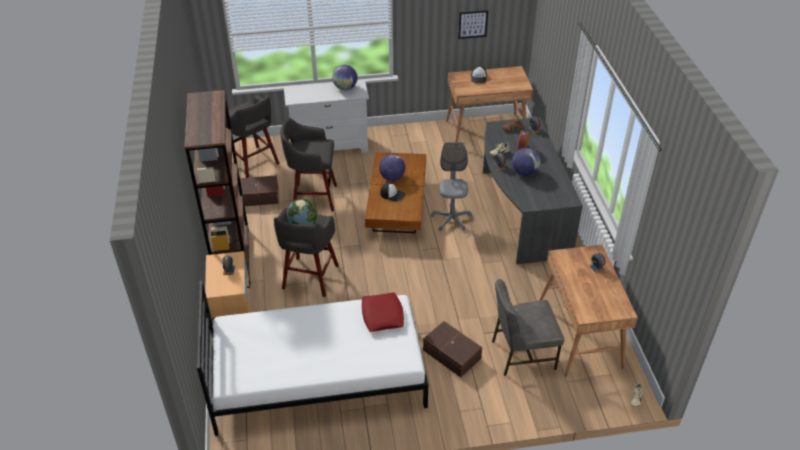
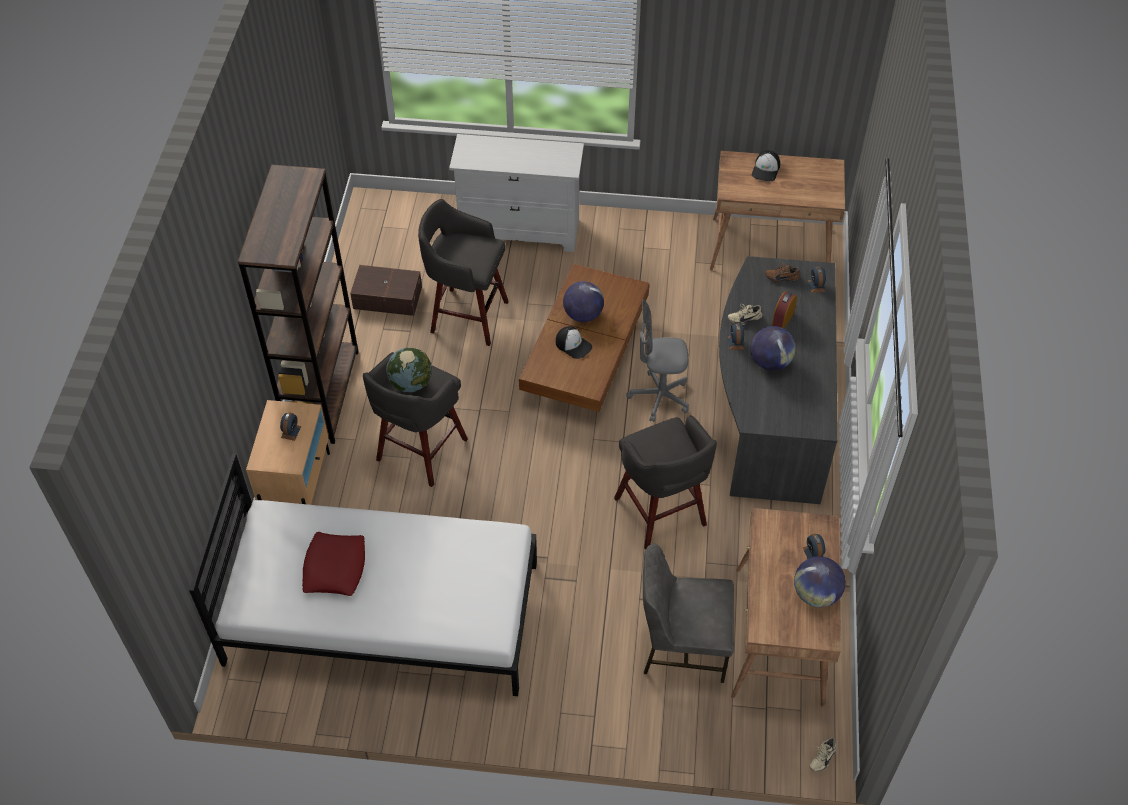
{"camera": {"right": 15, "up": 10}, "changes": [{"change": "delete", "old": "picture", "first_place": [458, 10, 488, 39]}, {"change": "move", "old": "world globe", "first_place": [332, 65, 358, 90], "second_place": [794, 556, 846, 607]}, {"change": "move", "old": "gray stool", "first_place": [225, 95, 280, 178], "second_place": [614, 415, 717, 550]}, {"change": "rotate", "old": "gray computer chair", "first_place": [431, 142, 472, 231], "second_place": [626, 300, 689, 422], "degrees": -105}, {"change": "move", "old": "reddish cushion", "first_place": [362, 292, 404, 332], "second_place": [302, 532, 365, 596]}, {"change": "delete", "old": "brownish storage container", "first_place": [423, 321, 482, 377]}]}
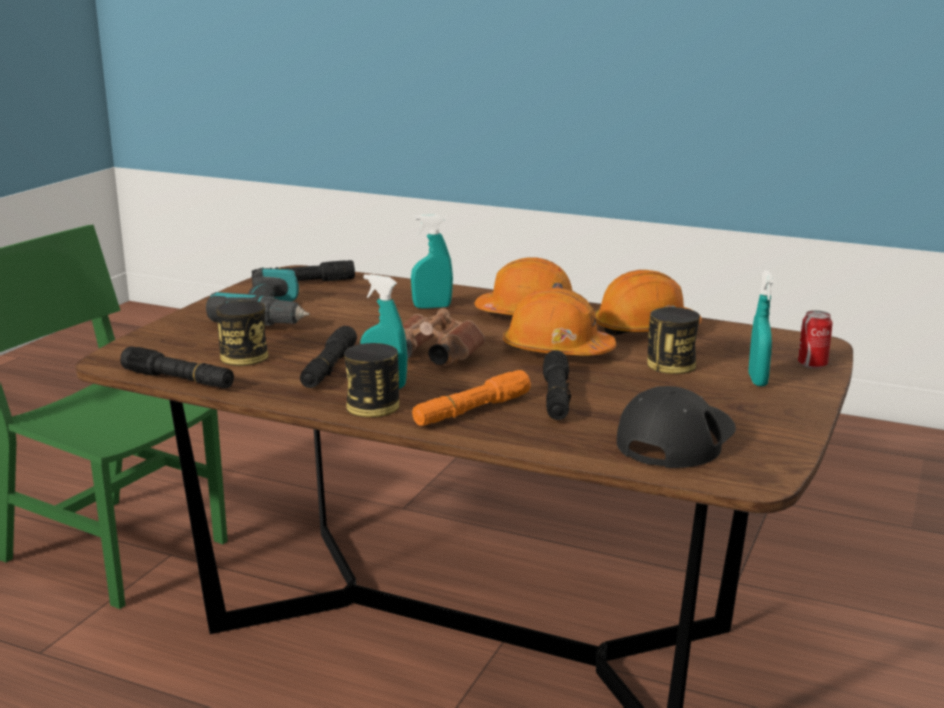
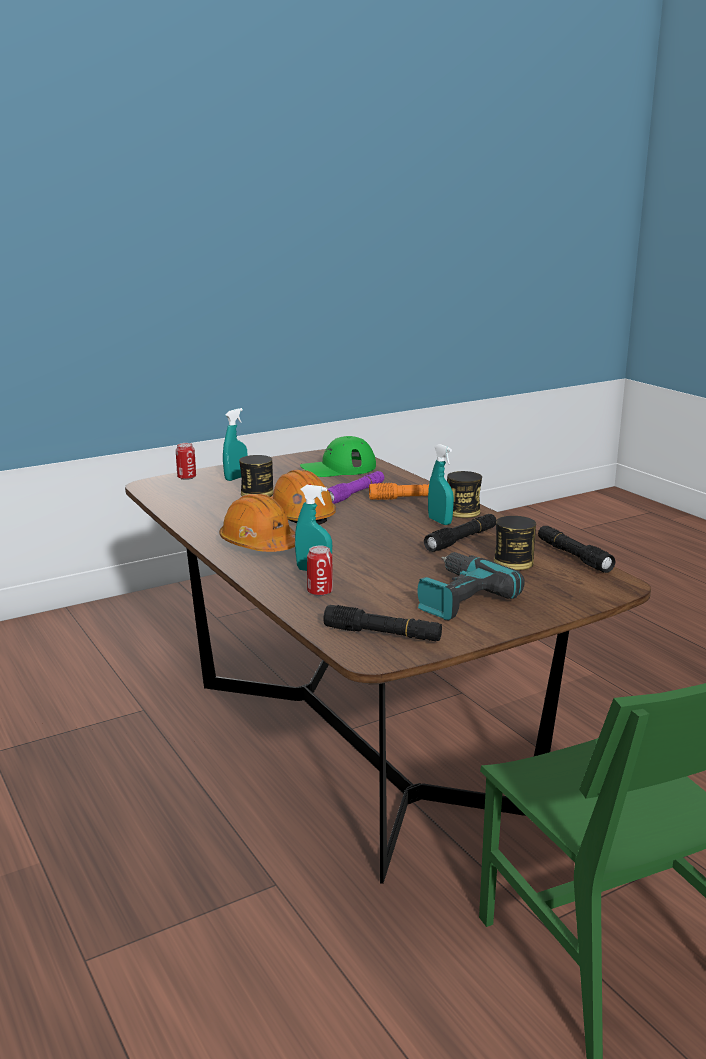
{"camera": {"right": -145, "up": 0}, "changes": [{"change": "delete", "old": "orange safety helmet", "first_place": [595, 270, 702, 335]}, {"change": "delete", "old": "brownish field glasses", "first_place": [402, 308, 485, 366]}, {"change": "recolor", "old": "black-coloured hand torch", "new": "purplish hand torch", "first_place": [543, 350, 571, 420], "second_place": [328, 471, 384, 504]}, {"change": "recolor", "old": "black-coloured baseball cap", "new": "greenish baseball cap", "first_place": [617, 386, 736, 468], "second_place": [300, 436, 376, 477]}, {"change": "insert", "new": "can", "second_place": [307, 546, 333, 596]}]}
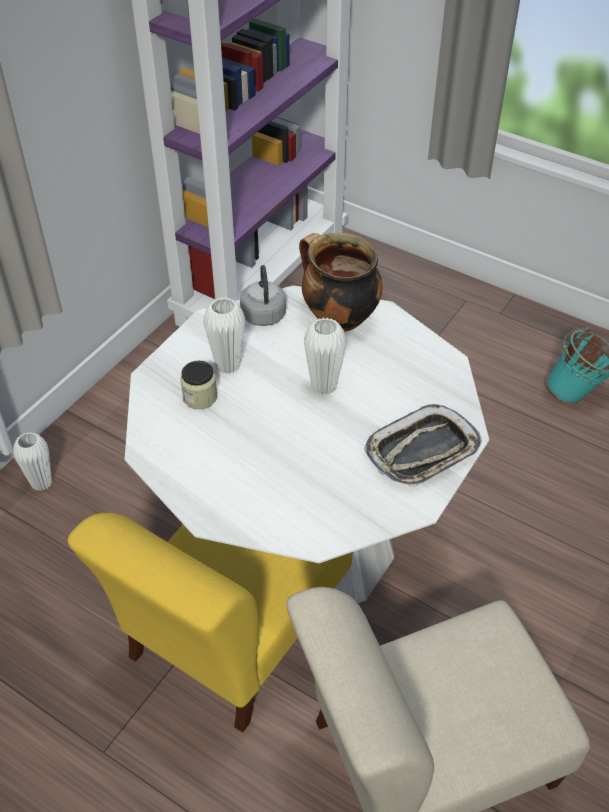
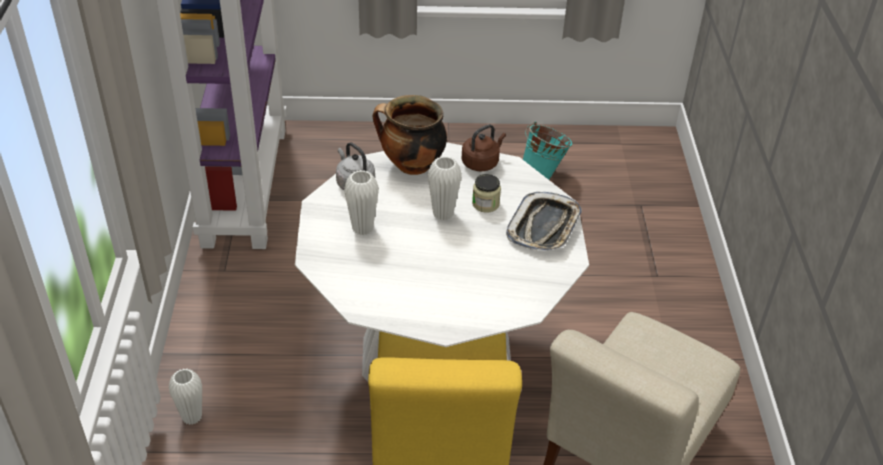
{"camera": {"right": -35, "up": -5}, "changes": [{"change": "move", "old": "jar", "first_place": [180, 361, 218, 409], "second_place": [472, 174, 501, 213]}, {"change": "insert", "new": "brownish tea kettle", "second_place": [461, 124, 506, 172]}]}
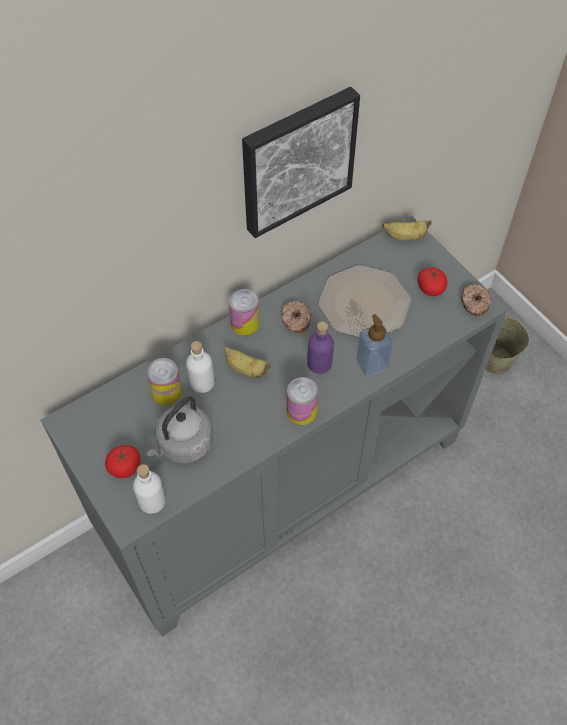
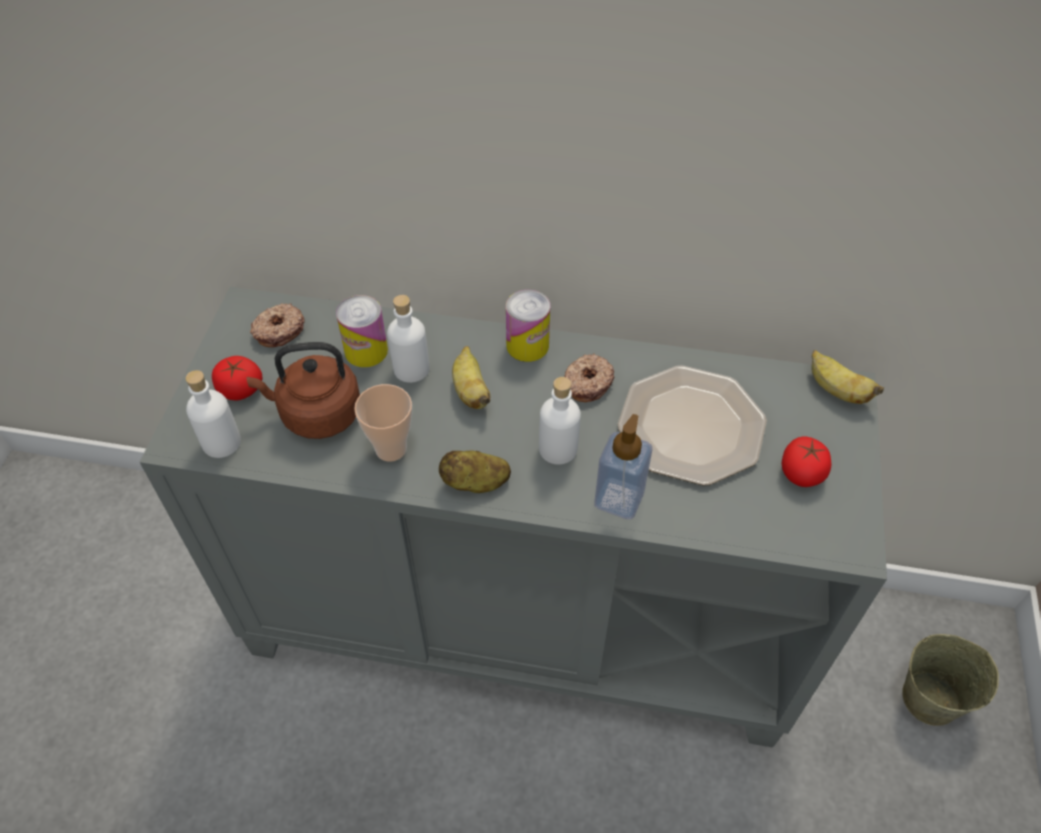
{"camera": {"right": 45, "up": -5}, "changes": [{"change": "delete", "old": "picture", "first_place": [242, 86, 360, 238]}, {"change": "move", "old": "doughnut", "first_place": [461, 284, 492, 316], "second_place": [250, 303, 305, 347]}, {"change": "recolor", "old": "purplish beverage bottle", "new": "whitish beverage bottle", "first_place": [307, 321, 334, 374], "second_place": [539, 377, 581, 465]}, {"change": "replace", "old": "can", "new": "whole potato", "first_place": [287, 377, 319, 425], "second_place": [439, 450, 511, 493]}, {"change": "recolor", "old": "gray tea kettle", "new": "brownish tea kettle", "first_place": [146, 396, 213, 463], "second_place": [246, 342, 360, 439]}, {"change": "insert", "new": "small cup", "second_place": [354, 384, 412, 462]}]}
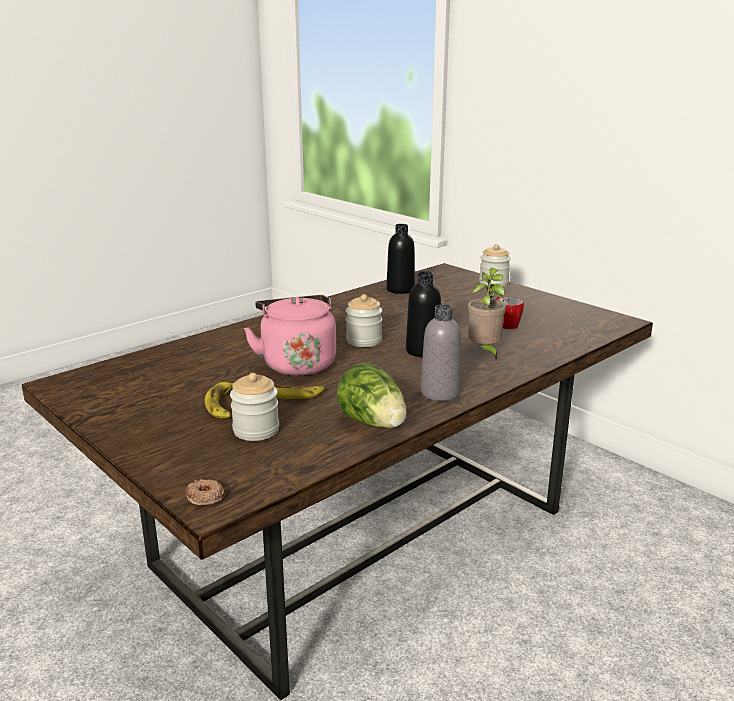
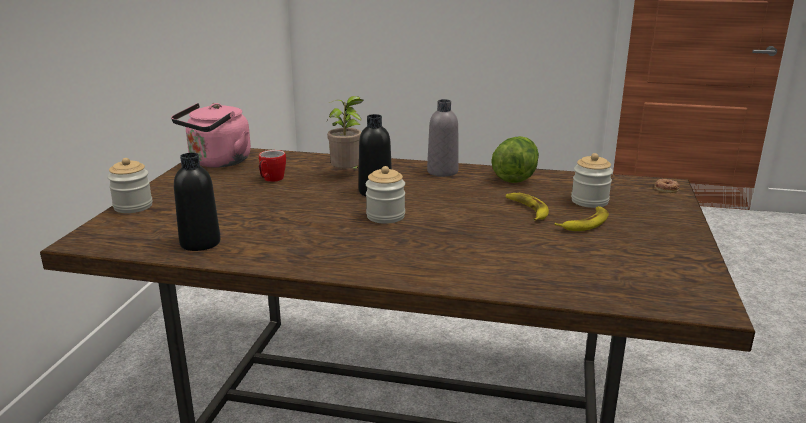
{"camera": {"right": -125, "up": 0}, "changes": [{"change": "move", "old": "pink tea kettle", "first_place": [244, 295, 336, 376], "second_place": [171, 103, 251, 168]}]}
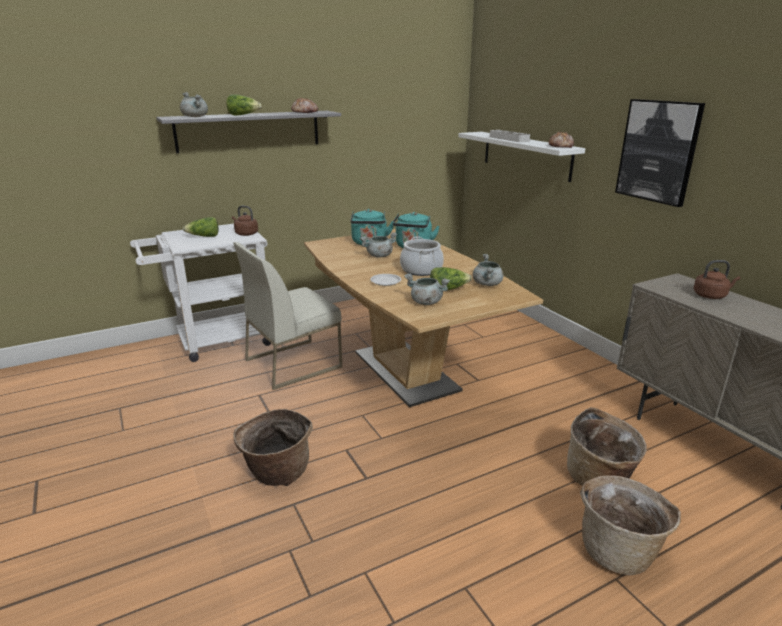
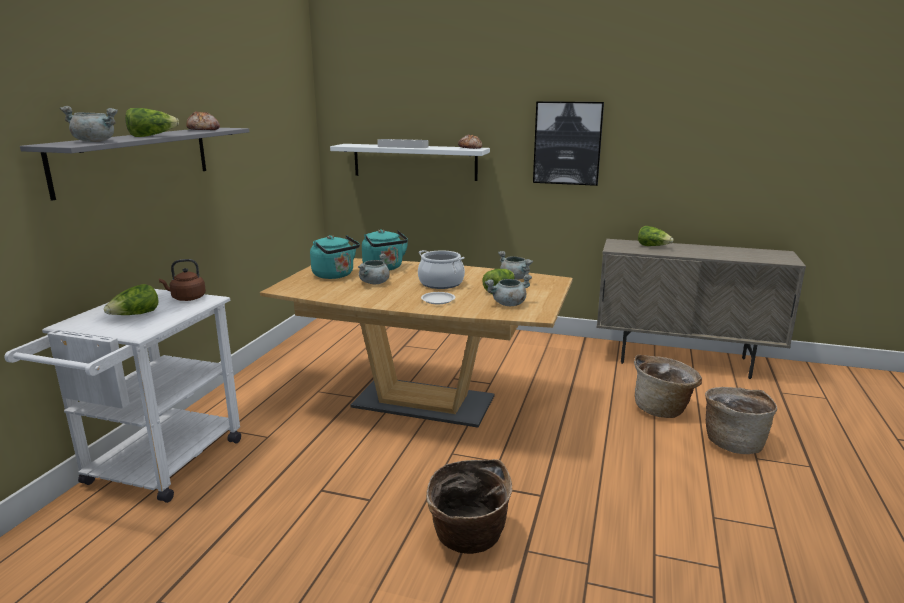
{"camera": {"right": -45, "up": -5}, "changes": [{"change": "delete", "old": "whitish upright chair", "first_place": [233, 242, 342, 390]}, {"change": "replace", "old": "brownish tea kettle", "new": "lettuce head", "first_place": [694, 260, 740, 299], "second_place": [638, 226, 674, 246]}]}
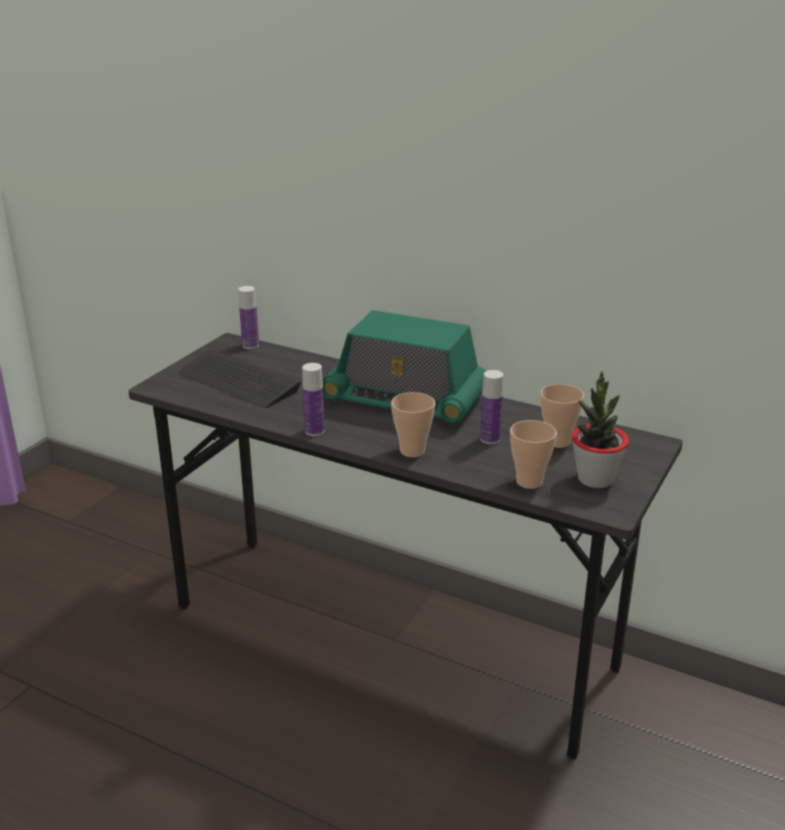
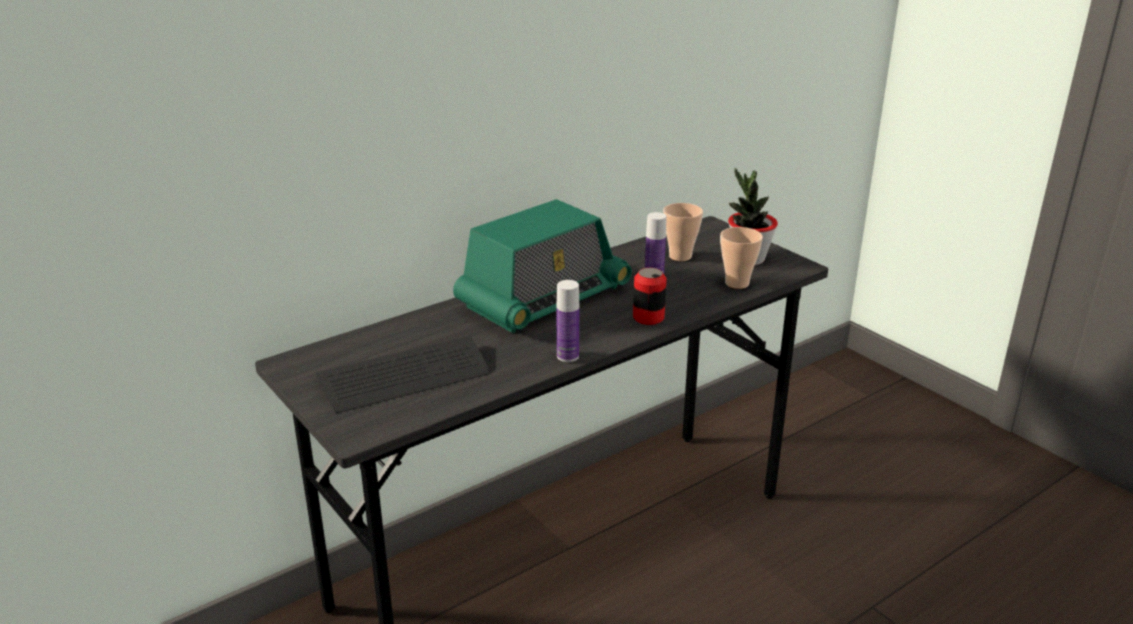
{"camera": {"right": -65, "up": 0}, "changes": [{"change": "delete", "old": "beverage bottle", "first_place": [238, 286, 259, 349]}, {"change": "replace", "old": "small cup", "new": "can", "first_place": [391, 392, 435, 457], "second_place": [633, 268, 667, 325]}]}
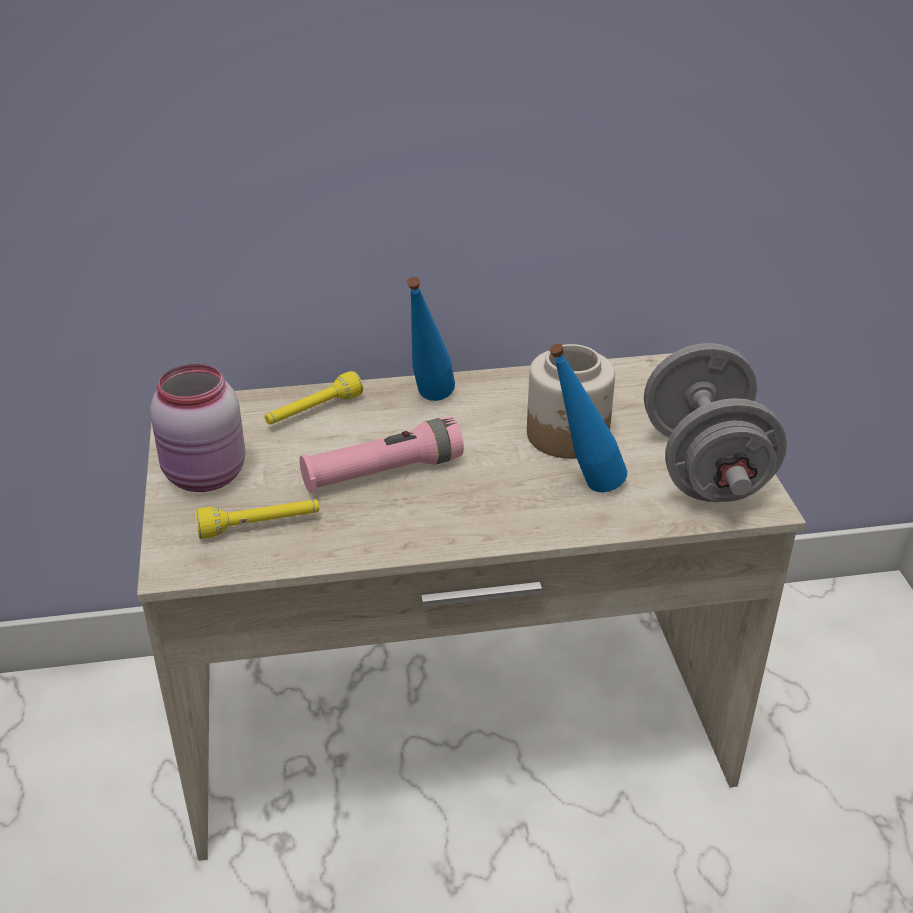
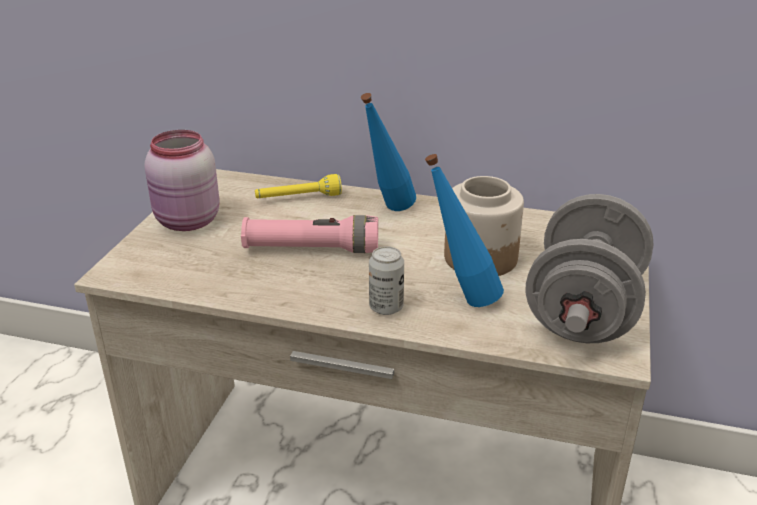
{"camera": {"right": 25, "up": -5}, "changes": [{"change": "delete", "old": "yellow hand torch", "first_place": [195, 499, 319, 539]}, {"change": "insert", "new": "can", "second_place": [369, 246, 404, 315]}]}
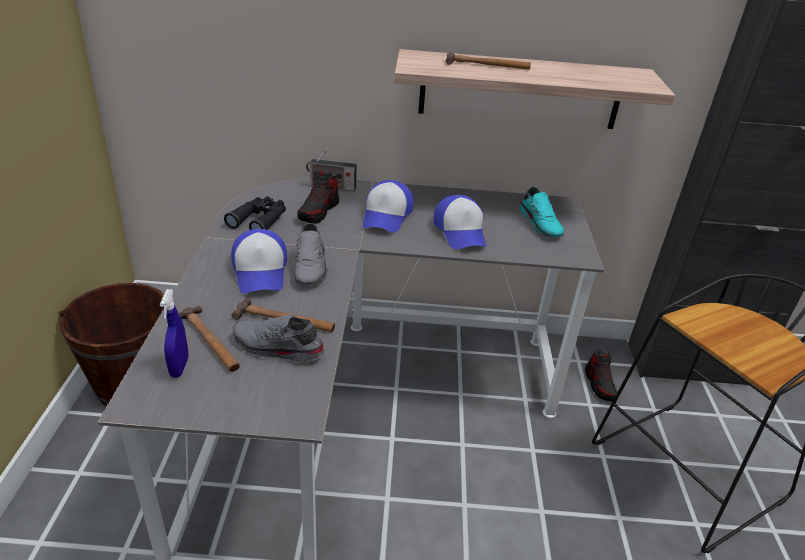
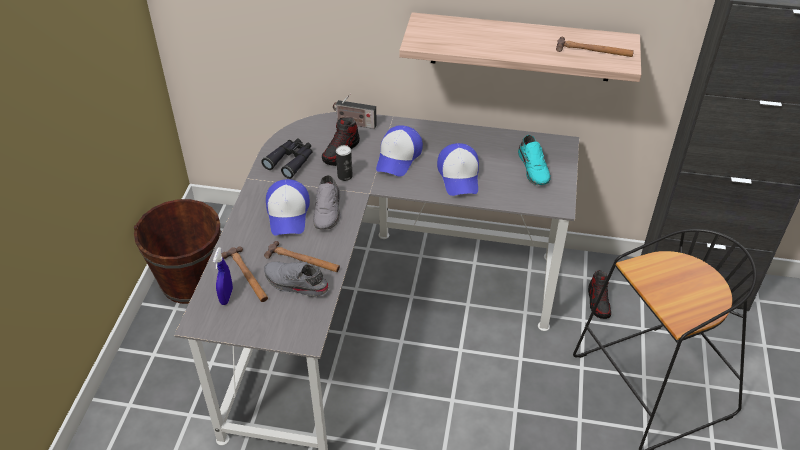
{"camera": {"right": 10, "up": 10}, "changes": [{"change": "move", "old": "tool hammer", "first_place": [446, 52, 531, 70], "second_place": [556, 37, 634, 57]}, {"change": "insert", "new": "can", "second_place": [336, 145, 353, 181]}]}
